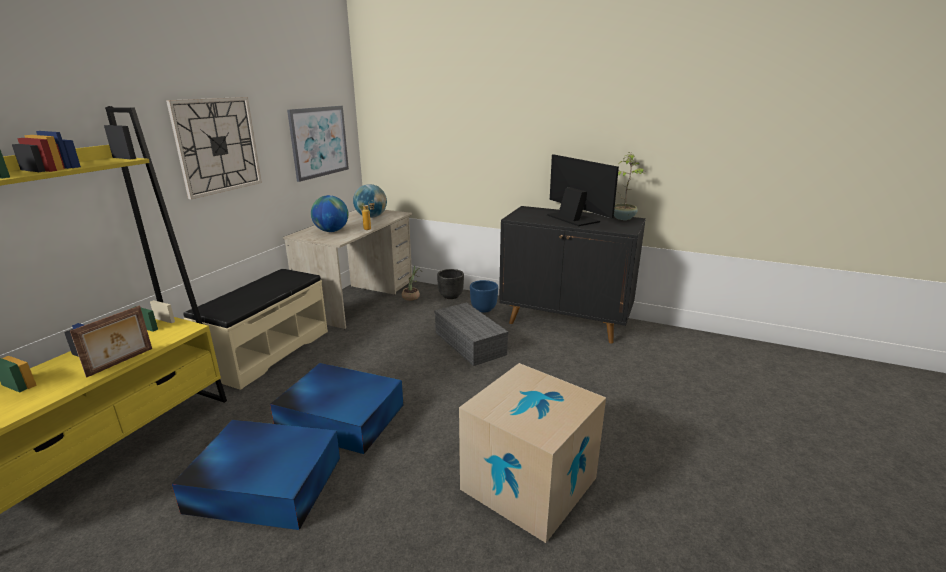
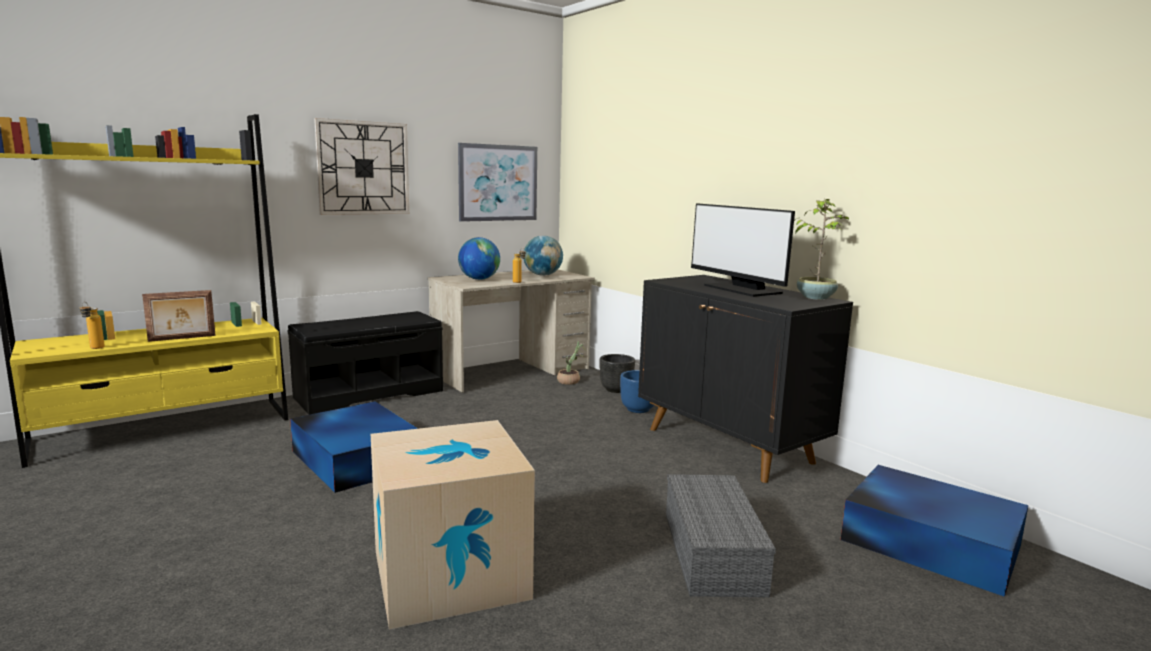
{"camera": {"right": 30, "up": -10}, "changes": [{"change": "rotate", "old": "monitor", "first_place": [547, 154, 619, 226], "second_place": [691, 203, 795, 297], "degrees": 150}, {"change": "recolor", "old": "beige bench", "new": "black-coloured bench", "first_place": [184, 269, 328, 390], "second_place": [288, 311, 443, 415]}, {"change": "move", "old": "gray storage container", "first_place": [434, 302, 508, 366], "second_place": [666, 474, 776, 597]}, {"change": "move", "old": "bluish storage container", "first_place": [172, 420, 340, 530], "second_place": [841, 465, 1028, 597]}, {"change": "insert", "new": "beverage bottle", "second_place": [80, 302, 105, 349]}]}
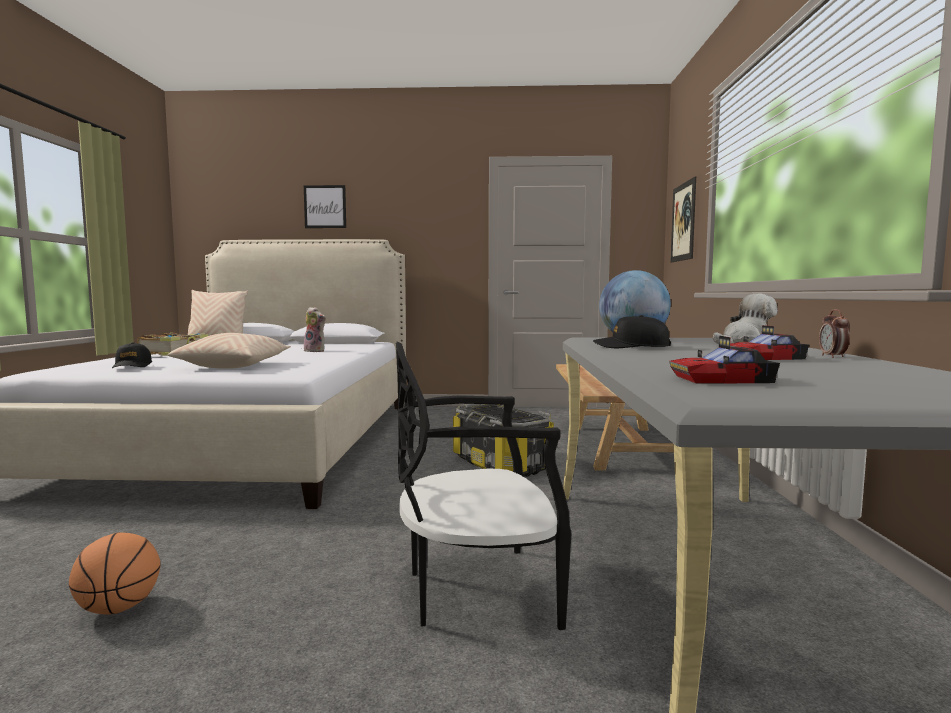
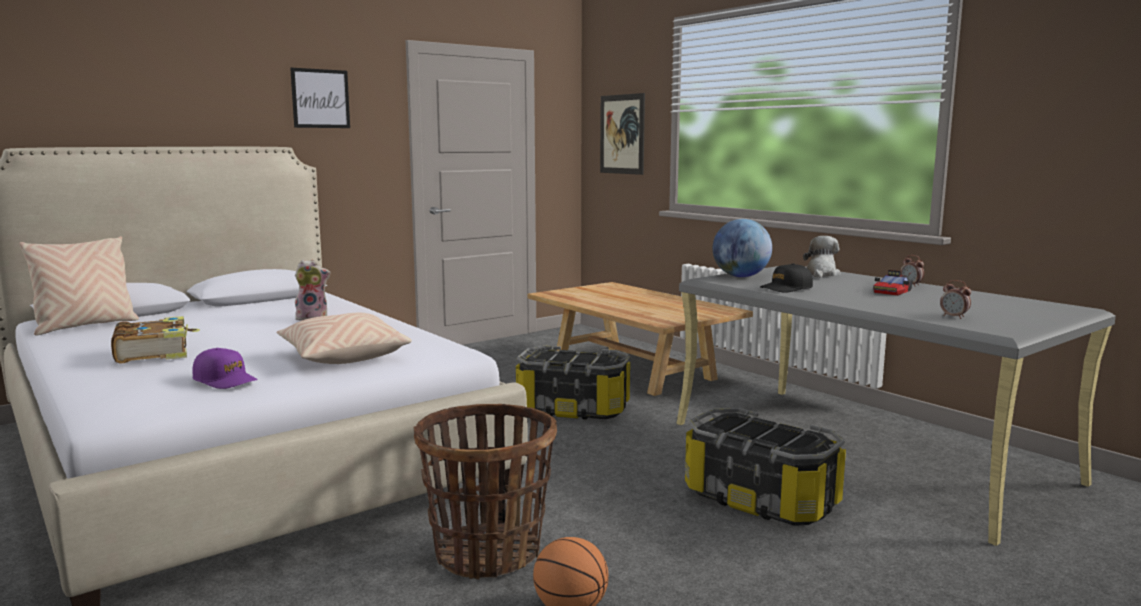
{"camera": {"right": -40, "up": 5}, "changes": [{"change": "move", "old": "picture", "first_place": [304, 185, 346, 228], "second_place": [290, 68, 350, 128]}, {"change": "replace", "old": "miniature car", "new": "bedside clock", "first_place": [669, 336, 780, 384], "second_place": [940, 280, 971, 319]}, {"change": "recolor", "old": "black-coloured baseball cap", "new": "purplish baseball cap", "first_place": [112, 342, 152, 368], "second_place": [192, 348, 258, 389]}, {"change": "replace", "old": "black-coloured upright chair", "new": "storage container", "first_place": [396, 342, 572, 630], "second_place": [685, 408, 846, 526]}, {"change": "insert", "new": "household basket", "second_place": [413, 404, 557, 580]}]}
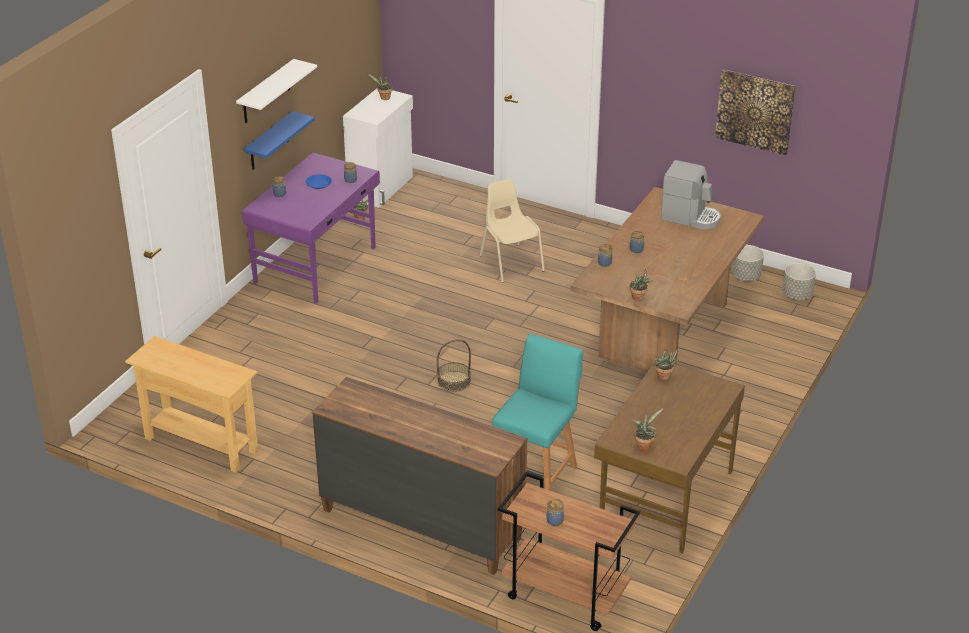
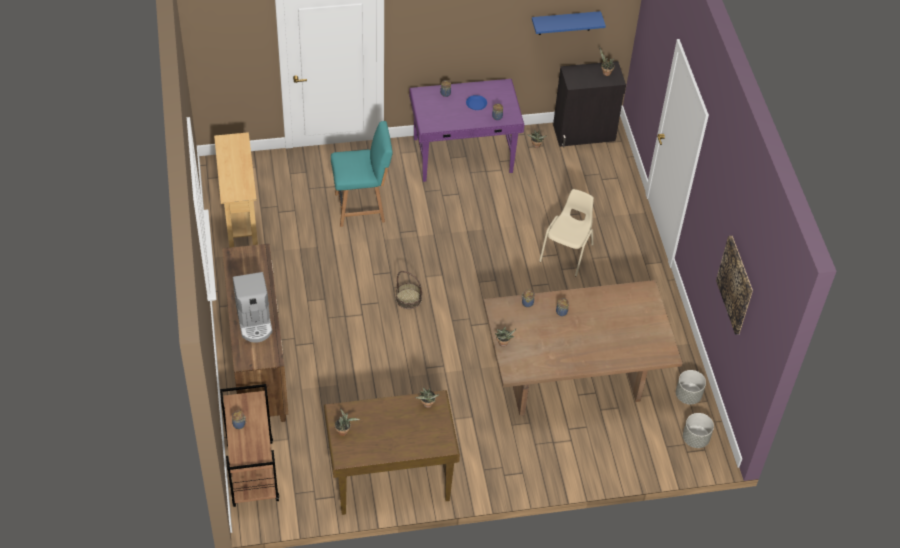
{"camera": {"right": 50, "up": 15}, "changes": [{"change": "delete", "old": "whitish wall shelf", "first_place": [236, 59, 317, 123]}, {"change": "recolor", "old": "whitish storage cabinet", "new": "black-coloured storage cabinet", "first_place": [343, 89, 413, 208], "second_place": [553, 61, 626, 147]}, {"change": "move", "old": "bluish wall shelf", "first_place": [244, 111, 314, 170], "second_place": [532, 11, 606, 35]}, {"change": "move", "old": "coffee machine", "first_place": [661, 160, 721, 230], "second_place": [233, 272, 273, 343]}, {"change": "move", "old": "turquoise-coloured upright chair", "first_place": [492, 334, 583, 491], "second_place": [331, 121, 393, 227]}]}
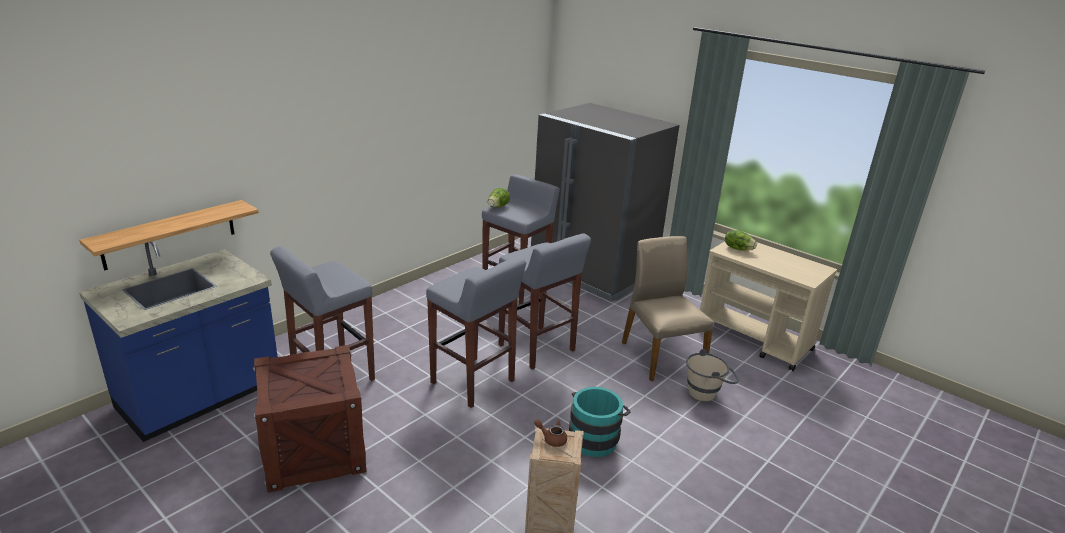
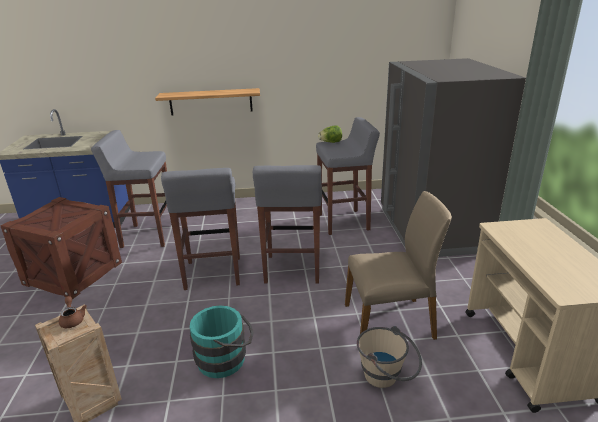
{"camera": {"right": 45, "up": 0}, "changes": [{"change": "move", "old": "wall shelf", "first_place": [79, 200, 259, 271], "second_place": [155, 88, 260, 116]}, {"change": "delete", "old": "lettuce head", "first_place": [725, 230, 757, 251]}, {"change": "rotate", "old": "beige upright chair", "first_place": [622, 236, 714, 381], "second_place": [345, 191, 452, 340], "degrees": 60}]}
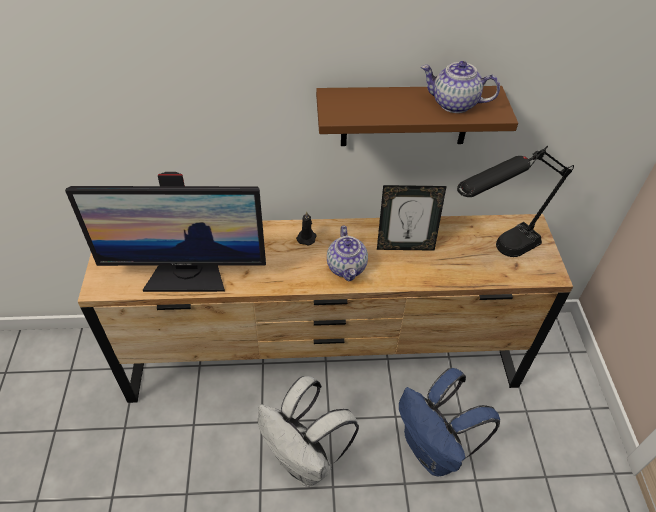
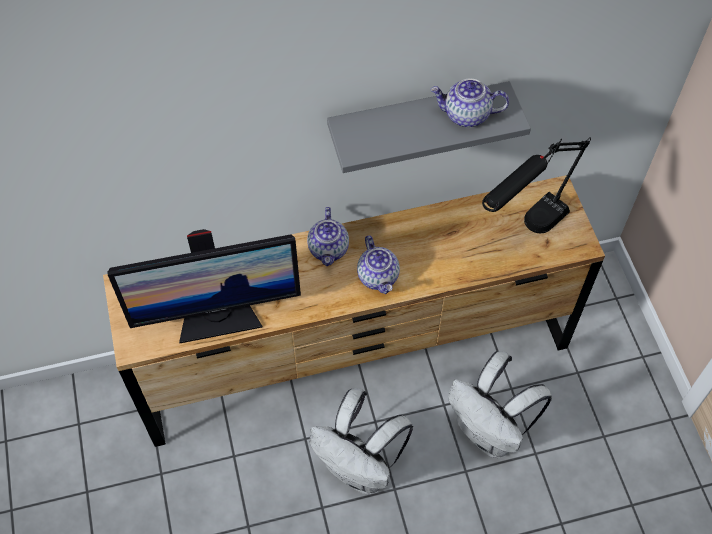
{"camera": {"right": -10, "up": 10}, "changes": [{"change": "recolor", "old": "brownish wall shelf", "new": "gray wall shelf", "first_place": [316, 86, 518, 146], "second_place": [327, 81, 531, 173]}, {"change": "delete", "old": "photo frame", "first_place": [377, 185, 447, 251]}, {"change": "replace", "old": "black-coloured wax candle", "new": "teapot", "first_place": [296, 211, 316, 245], "second_place": [307, 207, 349, 266]}, {"change": "recolor", "old": "bluish backpack", "new": "whitish backpack", "first_place": [399, 368, 500, 477], "second_place": [448, 351, 552, 458]}]}
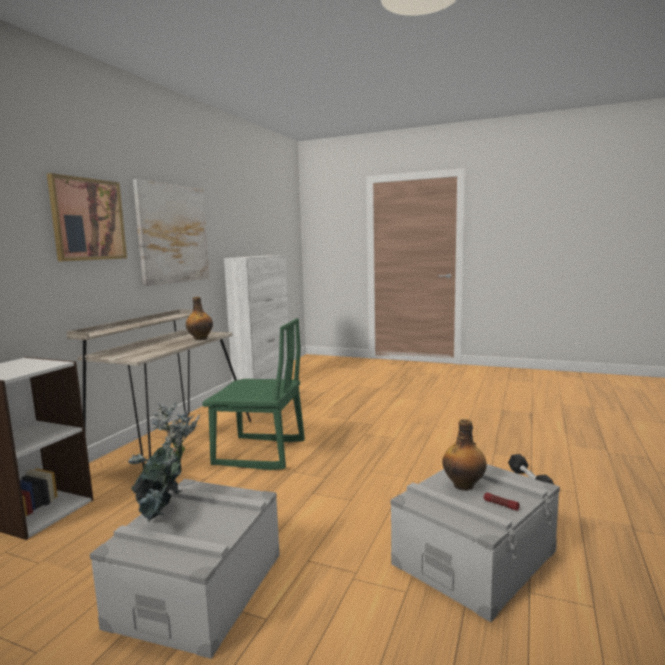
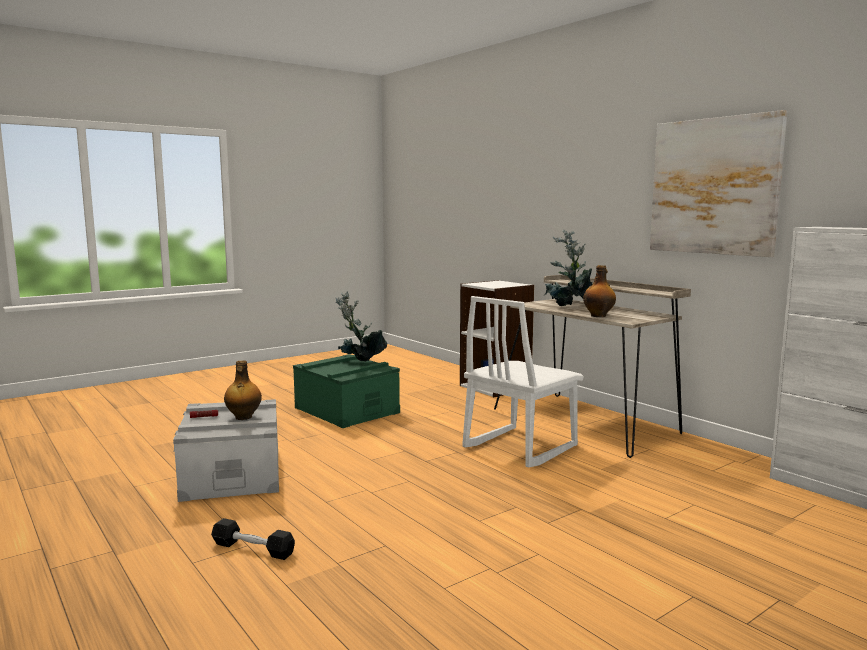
{"camera": {"right": 120, "up": 0}, "changes": [{"change": "delete", "old": "picture", "first_place": [47, 173, 127, 262]}, {"change": "recolor", "old": "greenish upright chair", "new": "whitish upright chair", "first_place": [202, 318, 305, 470], "second_place": [462, 296, 584, 468]}, {"change": "recolor", "old": "gray storage container", "new": "greenish storage container", "first_place": [90, 479, 280, 659], "second_place": [293, 354, 400, 428]}, {"change": "insert", "new": "plant in a pot", "second_place": [544, 229, 593, 306]}]}
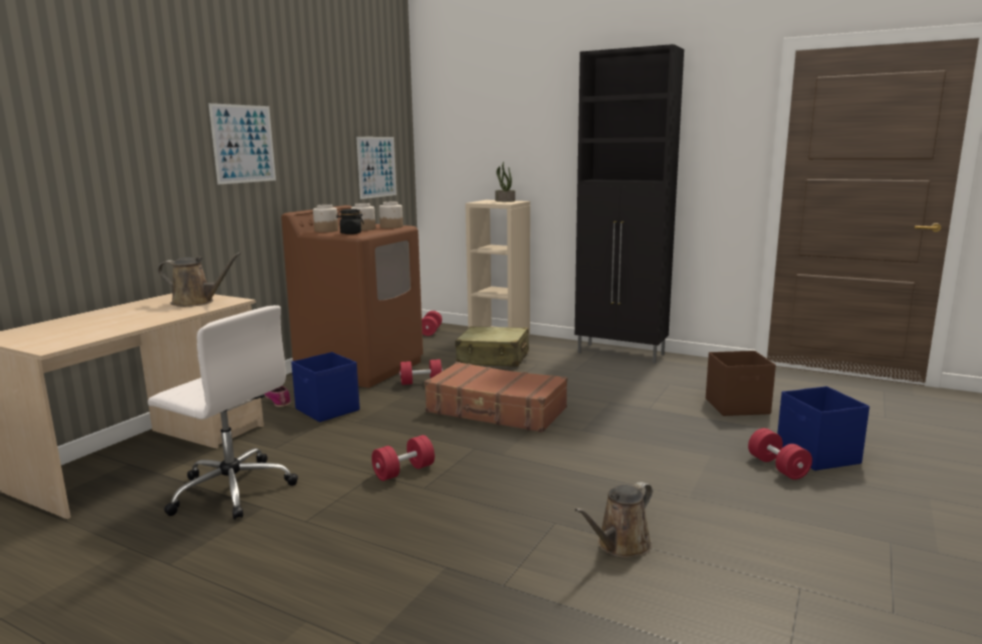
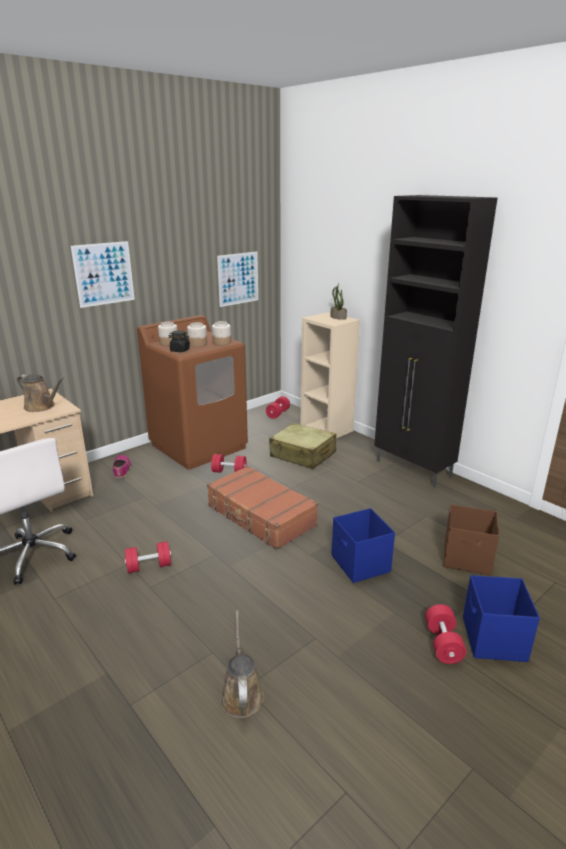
{"camera": {"right": 20, "up": 10}, "changes": [{"change": "move", "old": "bluish storage container", "first_place": [291, 352, 360, 422], "second_place": [332, 508, 395, 583]}, {"change": "rotate", "old": "brownish watering can", "first_place": [575, 482, 652, 558], "second_place": [220, 610, 264, 718], "degrees": 105}]}
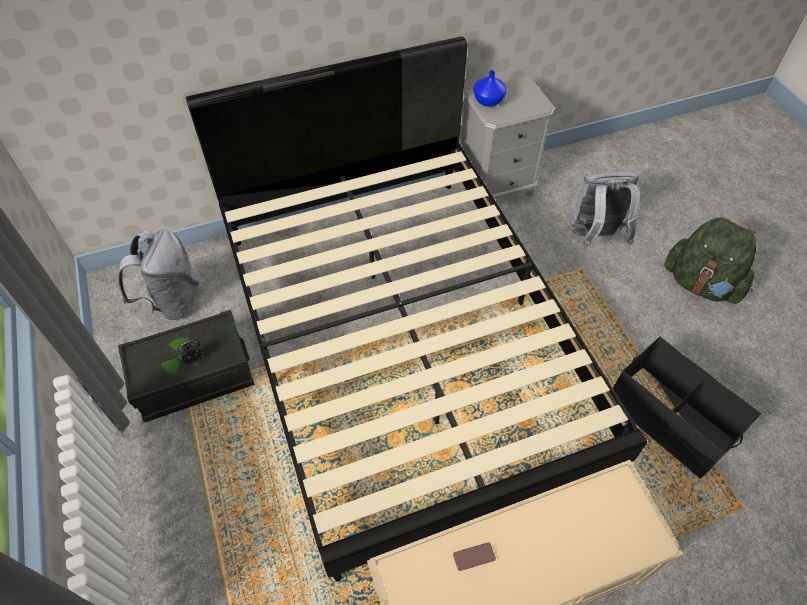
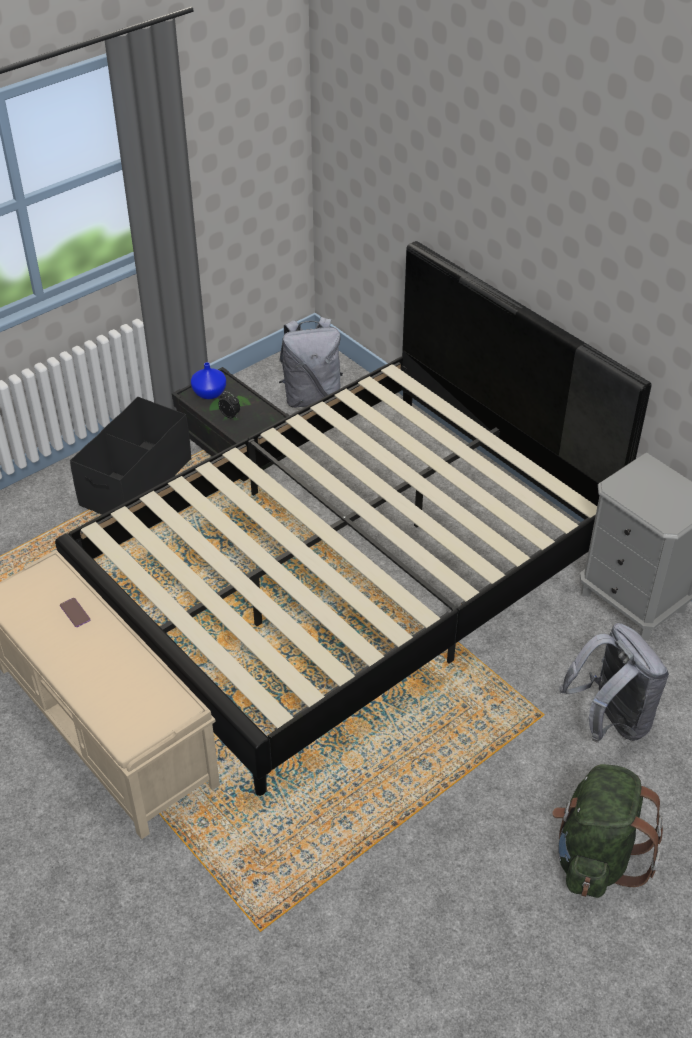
{"camera": {"right": 70, "up": -10}, "changes": [{"change": "move", "old": "bluish flower vase", "first_place": [473, 70, 507, 107], "second_place": [191, 362, 226, 399]}, {"change": "move", "old": "black-coloured storage container", "first_place": [613, 336, 761, 479], "second_place": [70, 397, 192, 515]}]}
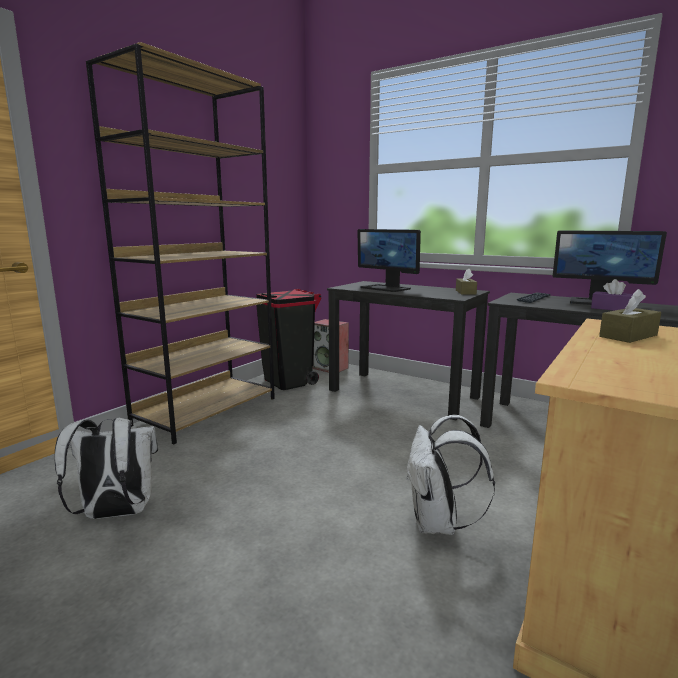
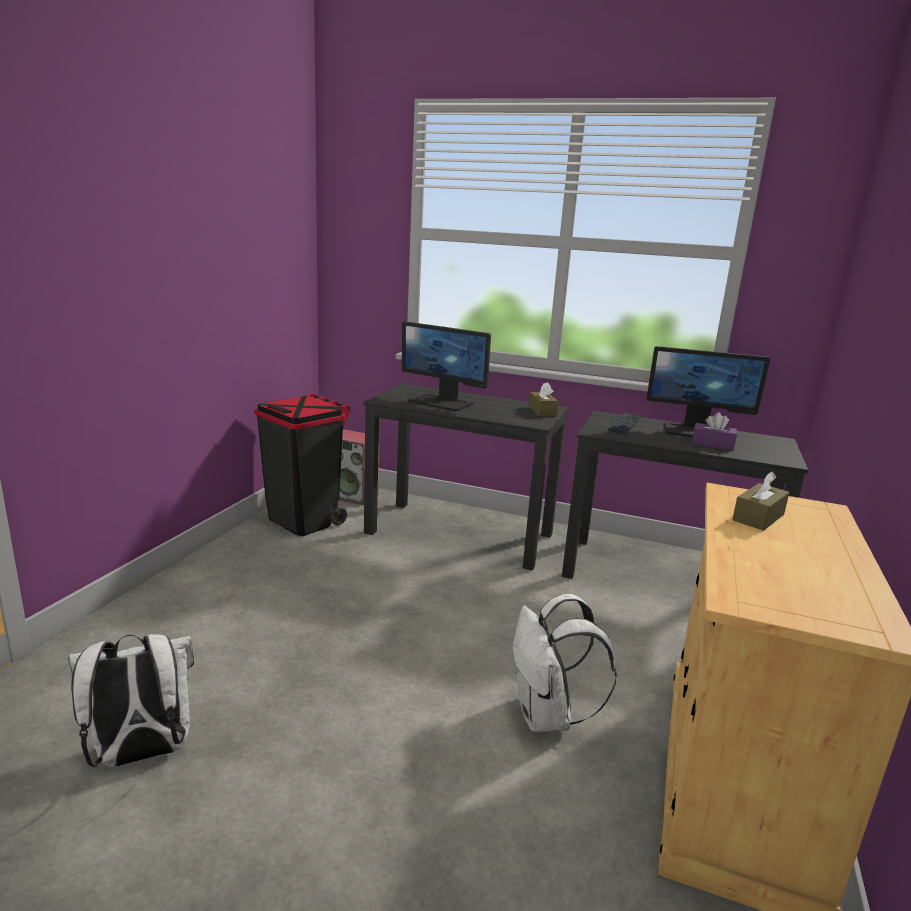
{"camera": {"right": -15, "up": 5}, "changes": [{"change": "delete", "old": "brownish bookshelf", "first_place": [86, 42, 275, 445]}]}
